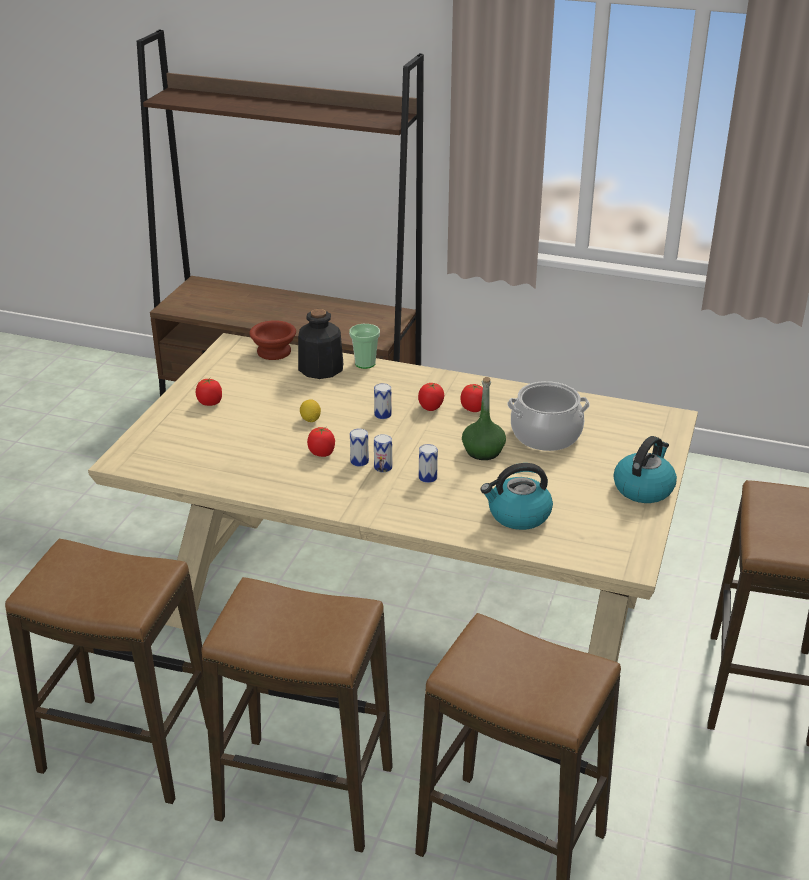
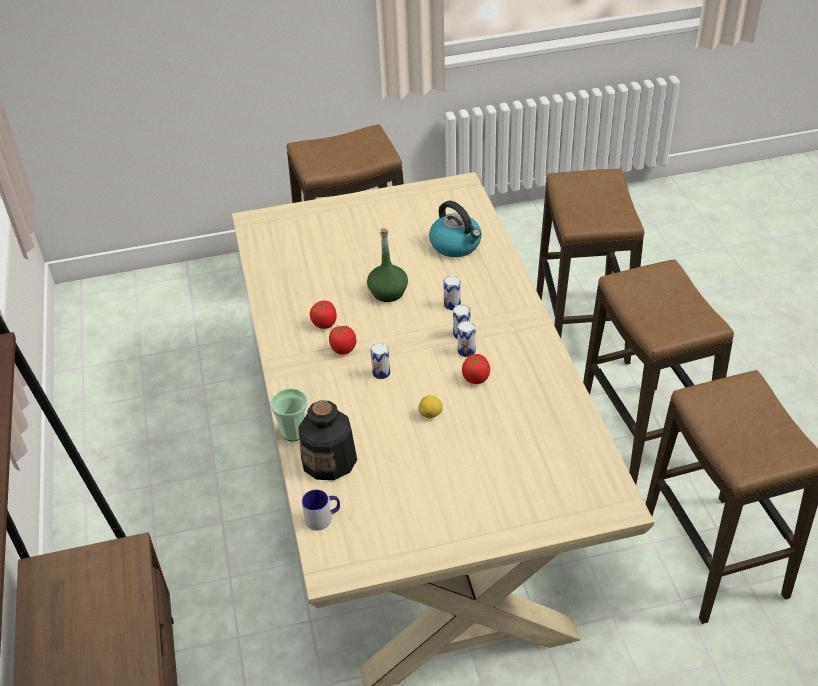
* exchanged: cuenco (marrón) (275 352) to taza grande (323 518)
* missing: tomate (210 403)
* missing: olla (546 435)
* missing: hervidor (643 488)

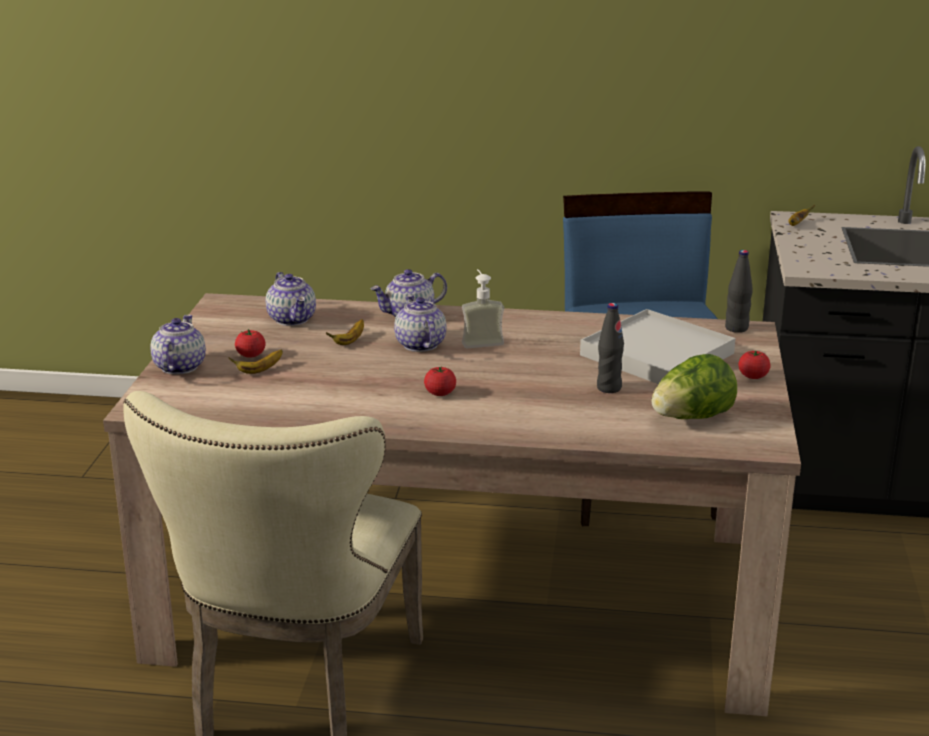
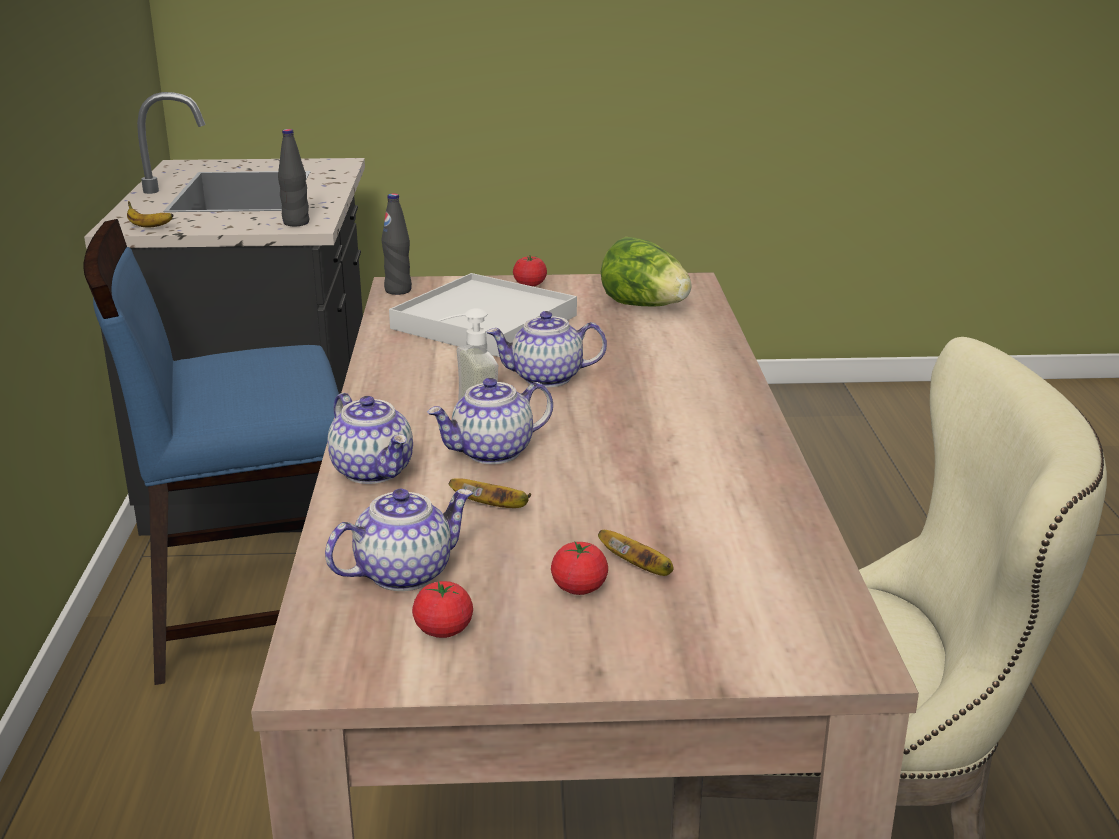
* relocated: botella (negro) (609 388) to (296 223)
* relocated: tetera (179 367) to (546 378)
* relocated: tomate (440 393) to (443 630)

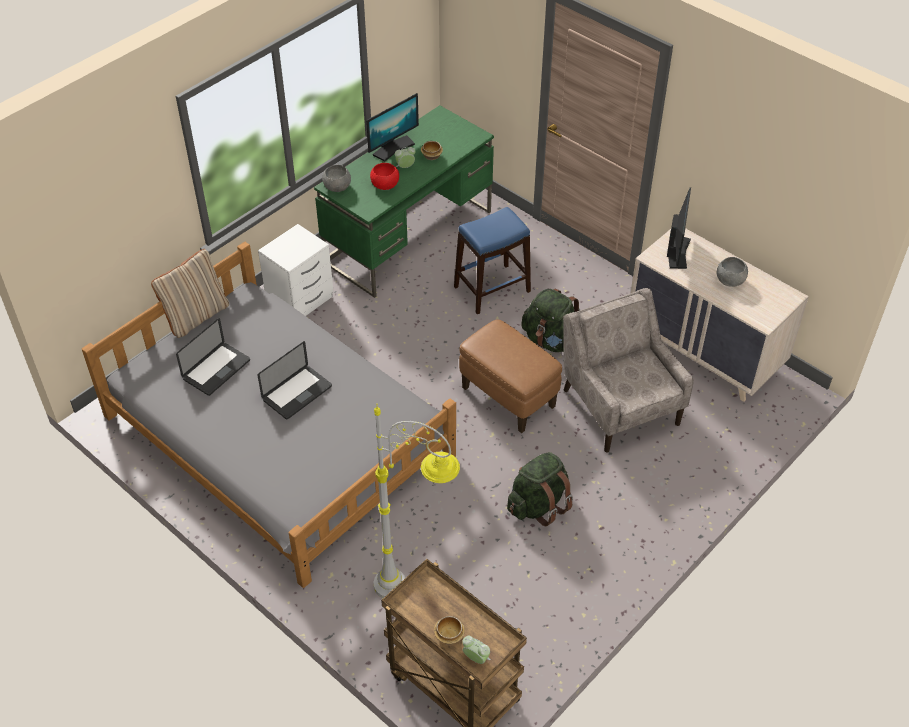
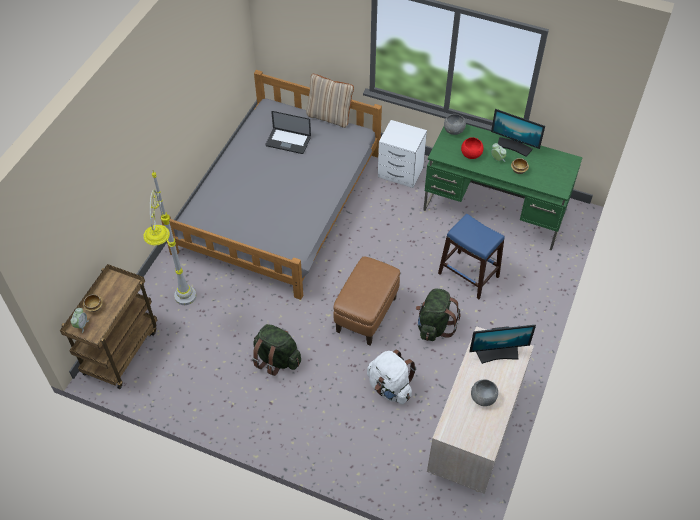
* exchanged: sillón (beis) (620 405) to mochila (blanco) (390 387)
* missing: portátil (297 393)

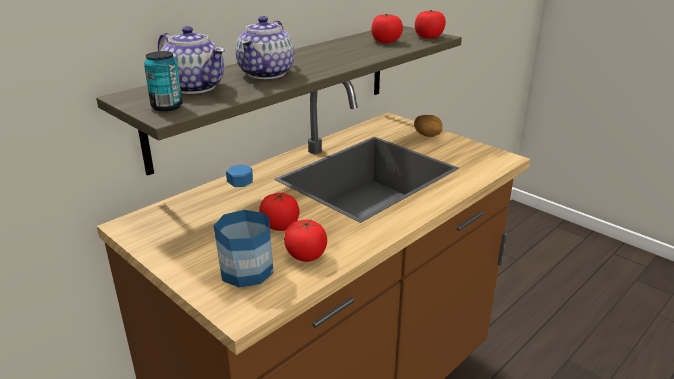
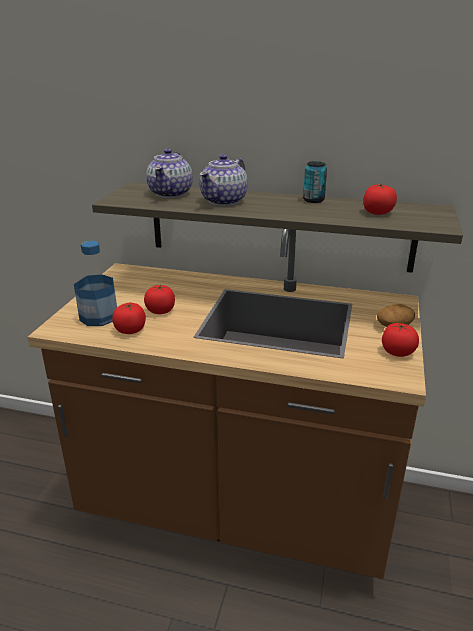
* relocated: tomate (429 37) to (397 352)
* spun: tetera (267 73) = (224 201) 45 degrees counterclockwise
* relocated: lata (167 106) to (313 200)

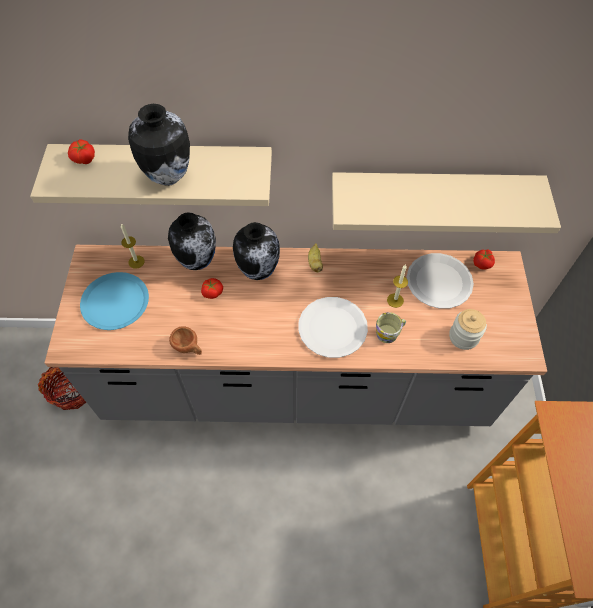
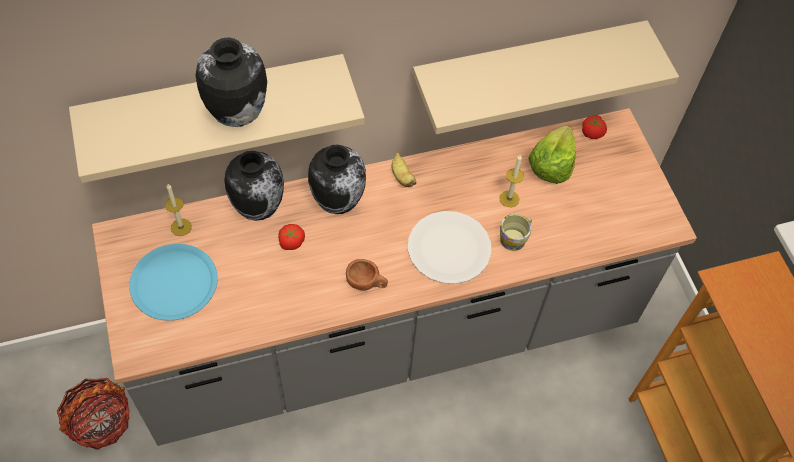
* missing: tomate (84 159)
* exchanged: plato (blanco) (438 282) to lechuga (551 165)
* missing: tarro (463 337)
* relocated: taza (marrón) (188 347) to (366 283)

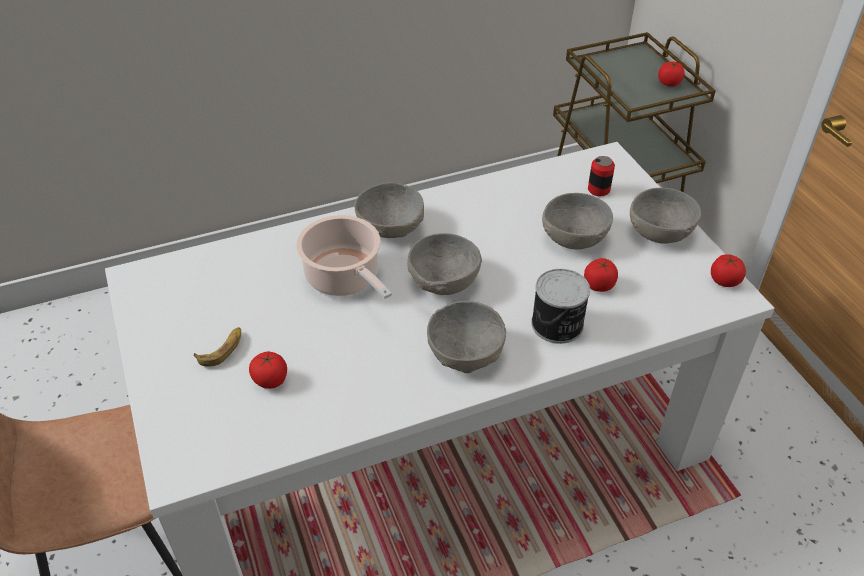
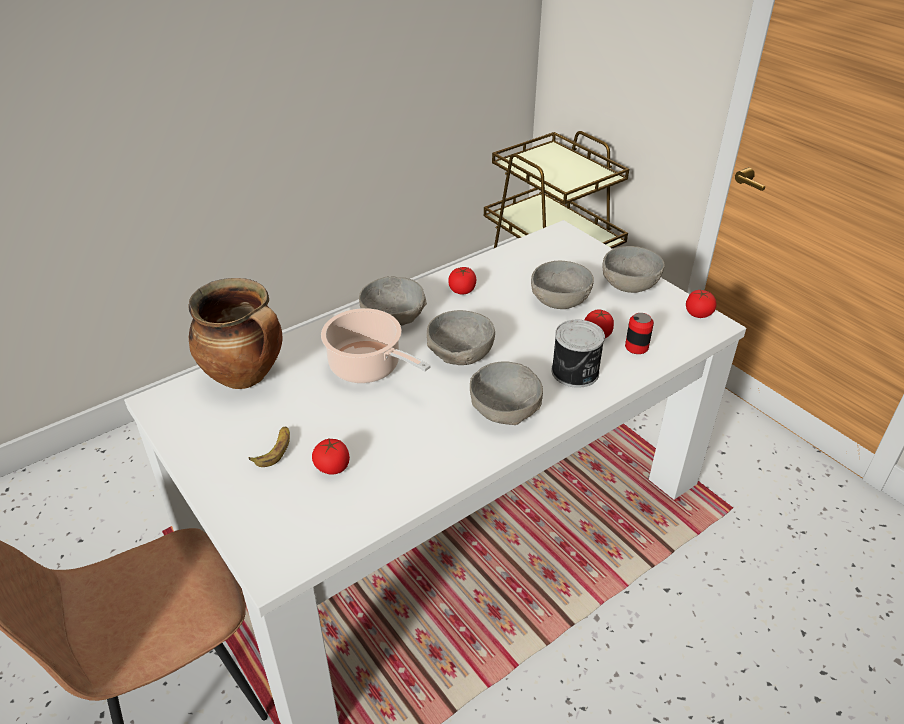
* relocated: tomate (669 83) to (462 290)
* relocated: lata (598 190) to (636 347)
* appeared: olla (246 376)

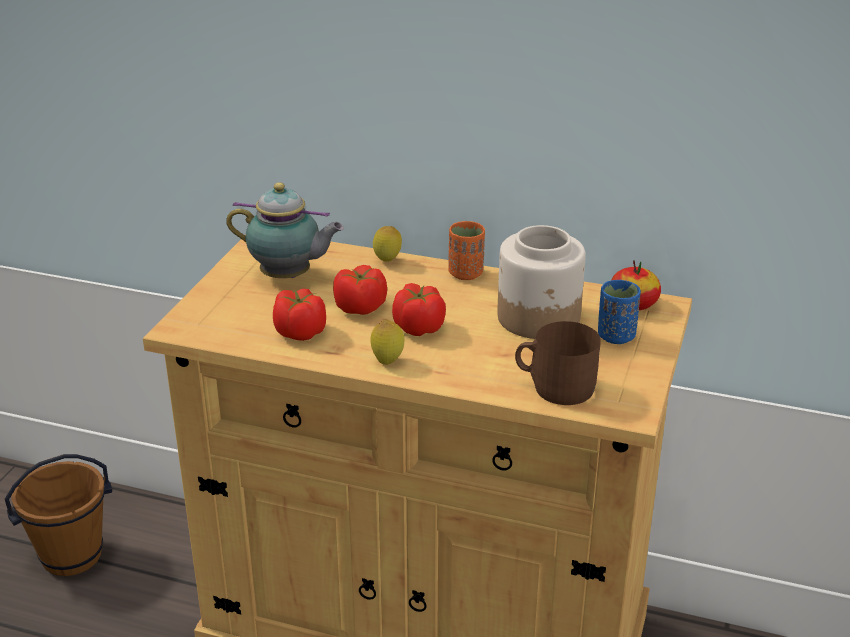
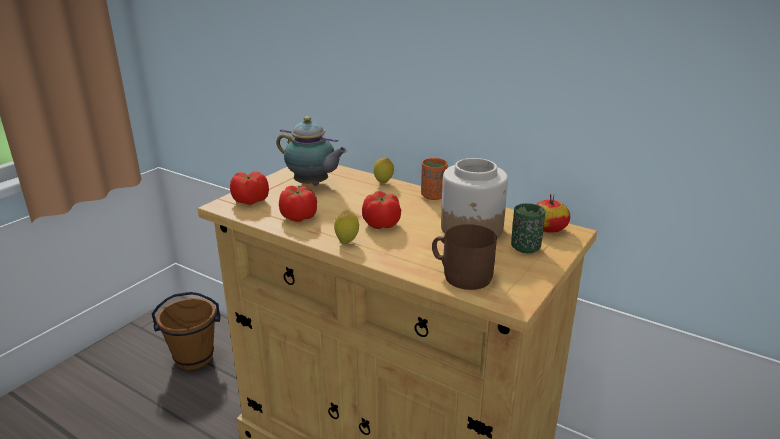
* relocated: tomate (361 308) to (251 201)
* colour: taza (azul) (616 336) to taza (verde) (525 248)

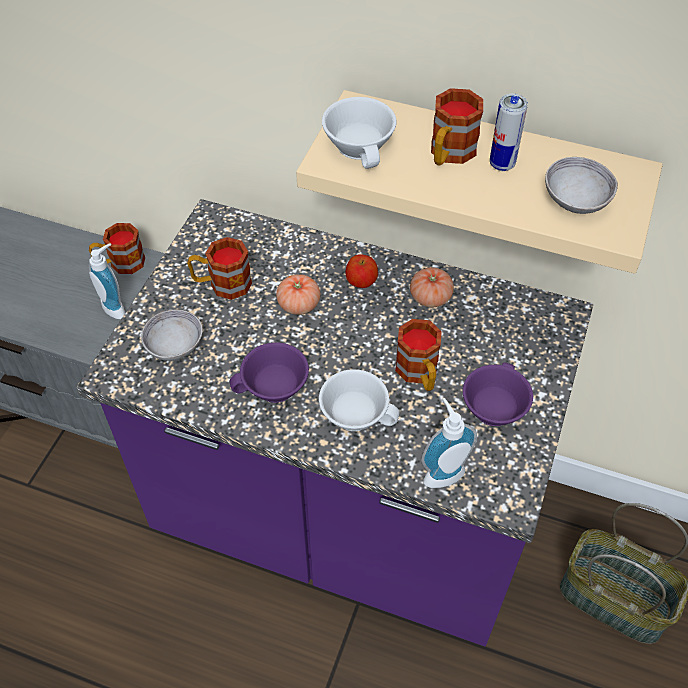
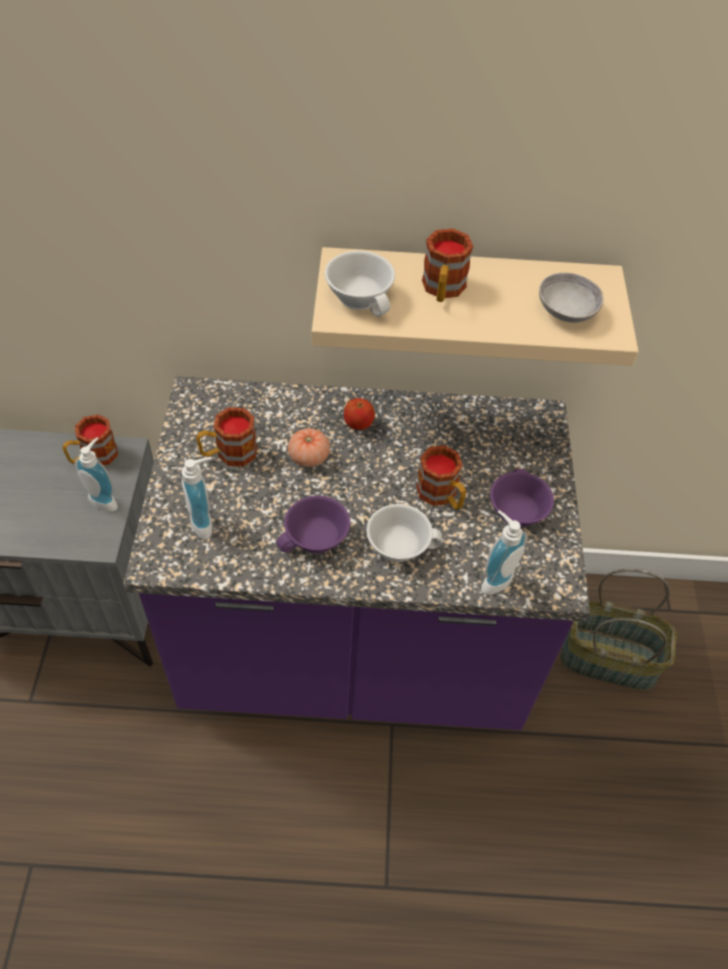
* missing: lata (502 164)
* missing: tomate (430 297)
* exchanged: cuenco (gris) (175 346) to dispensador de jabón (206 522)

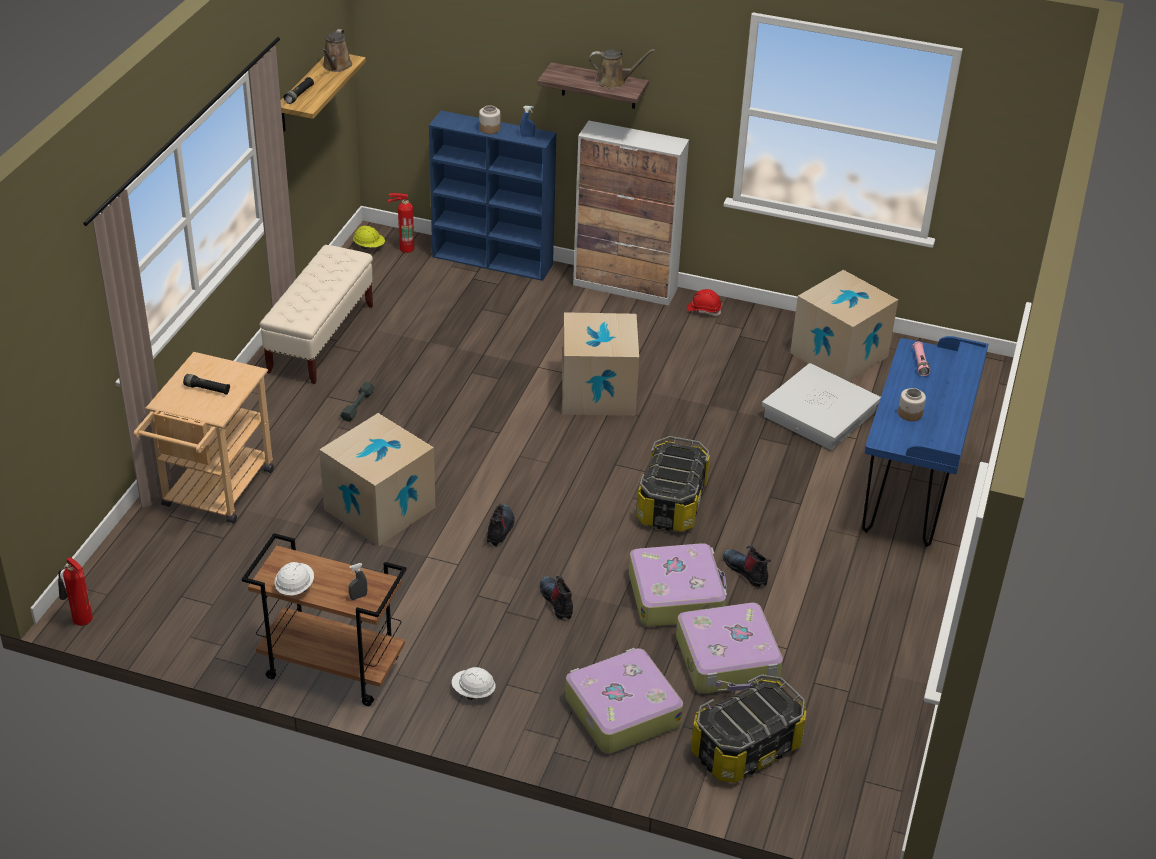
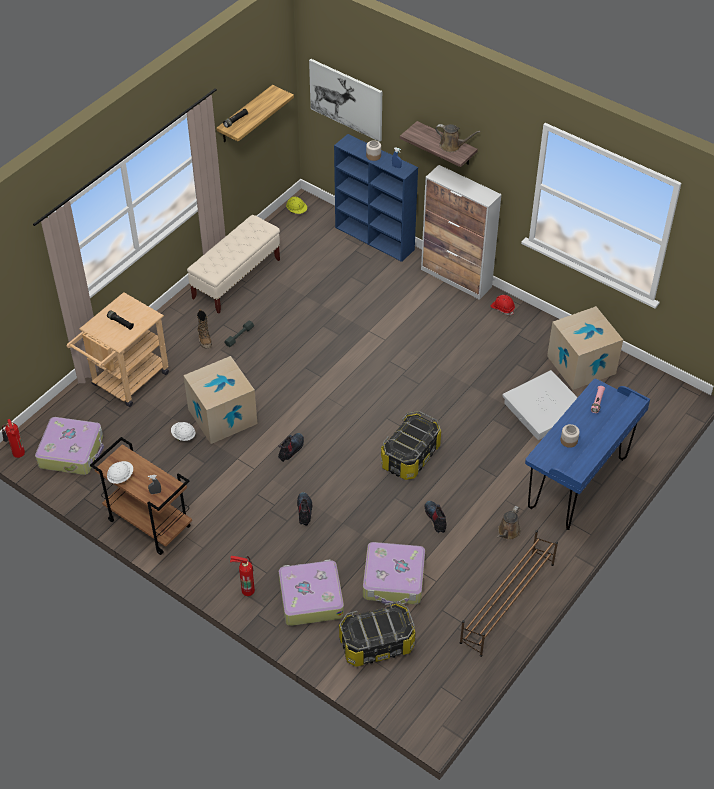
* relocated: regadera (marrón) (336 66) to (508 532)
* relocated: extintor (405 248) to (247 589)
* missing: caja de cartón (598 392)
* relocated: maleta (676 595) to (72 451)
* relocated: casco (blanco) (473 692) to (183 436)
* appeared: cuadro (346 99)
* appeared: bota (204 339)
* appeared: zapatero (marrón) (507 603)

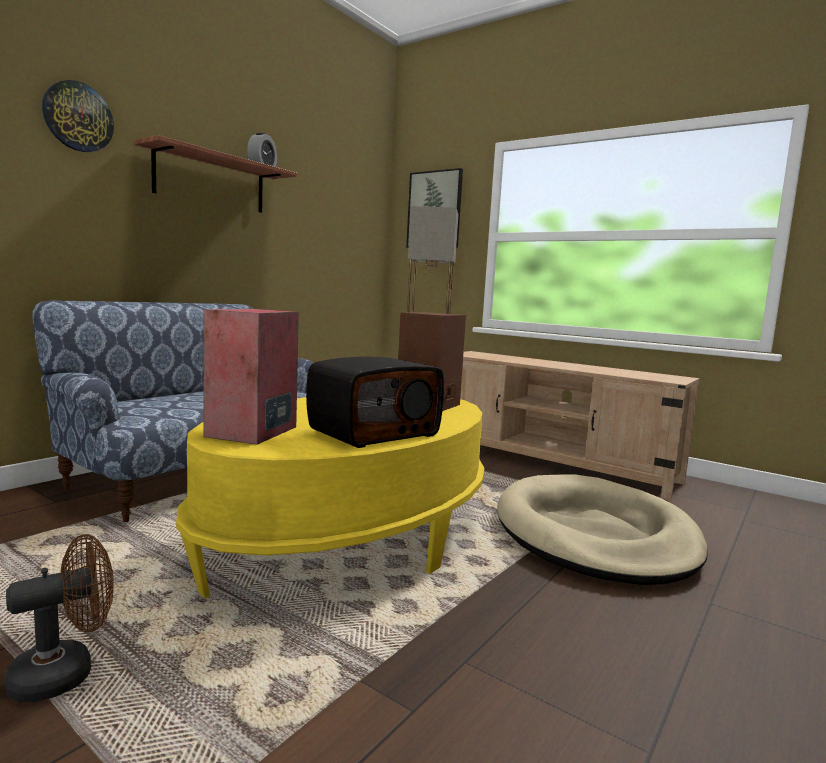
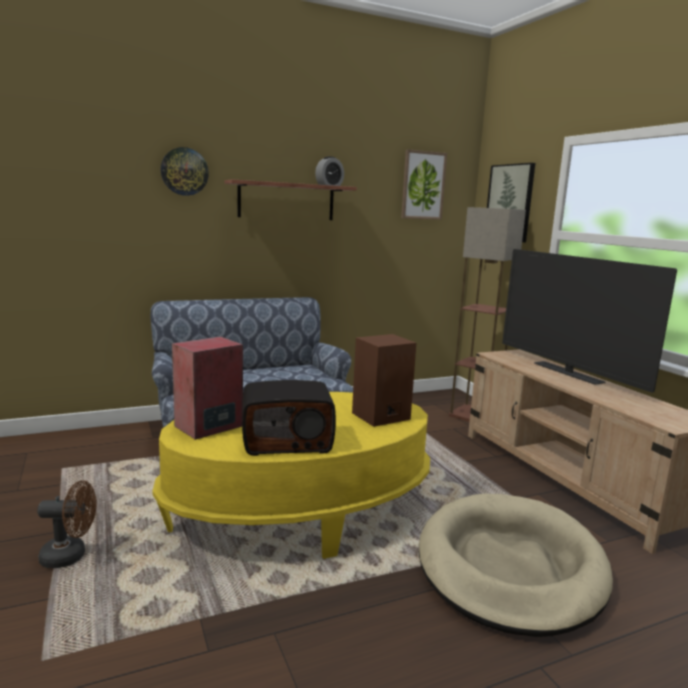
* appeared: cuadro (423 185)
* appeared: televisor (567 373)

